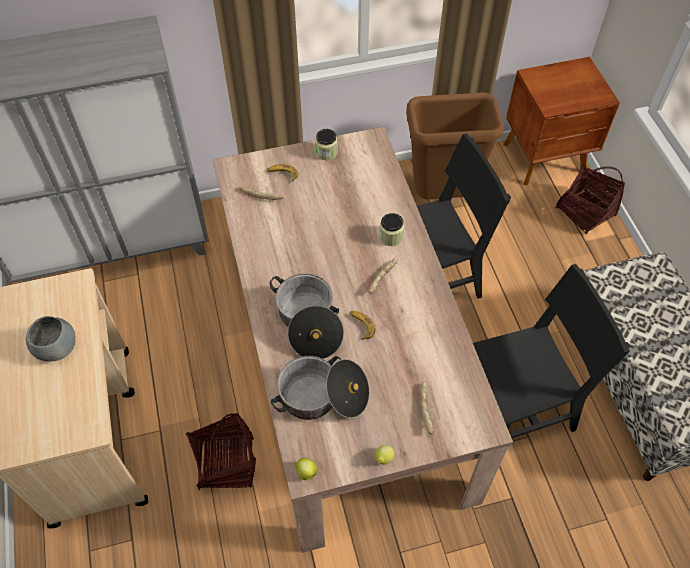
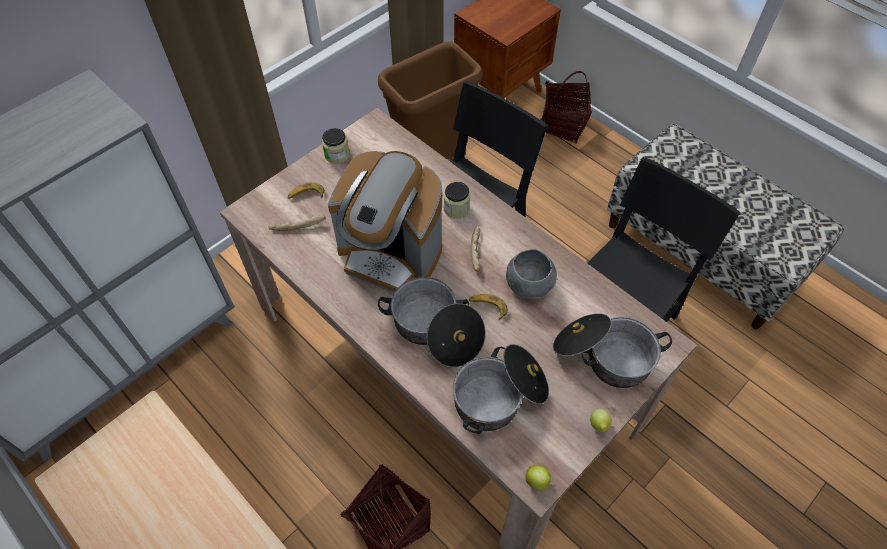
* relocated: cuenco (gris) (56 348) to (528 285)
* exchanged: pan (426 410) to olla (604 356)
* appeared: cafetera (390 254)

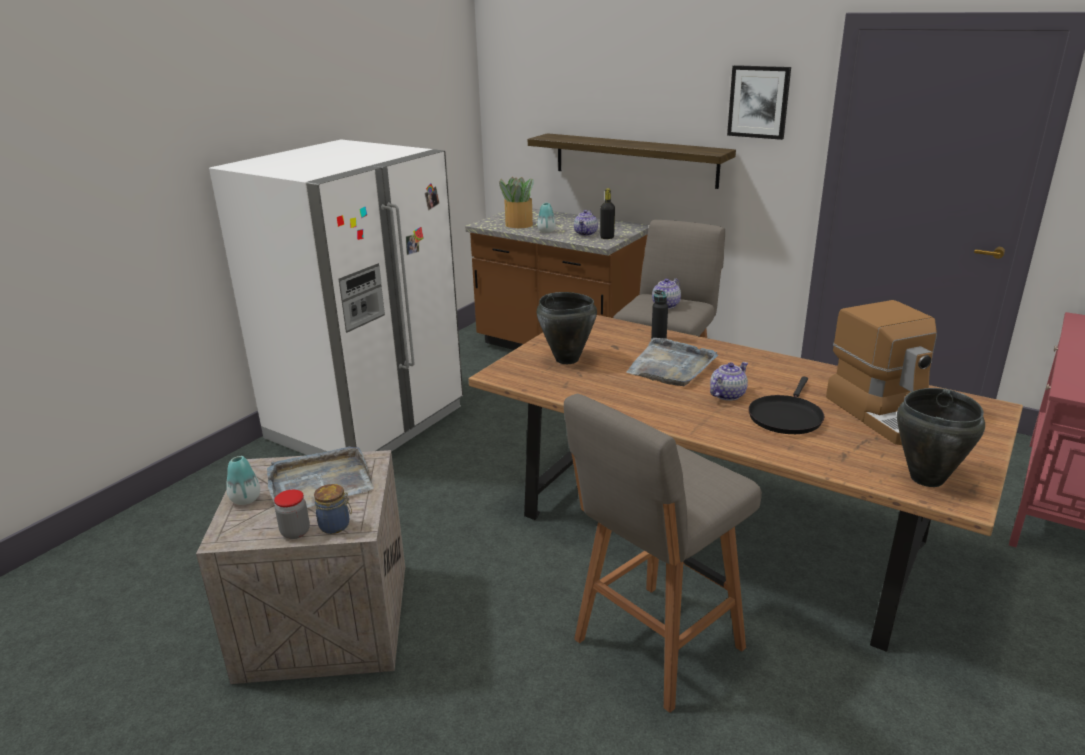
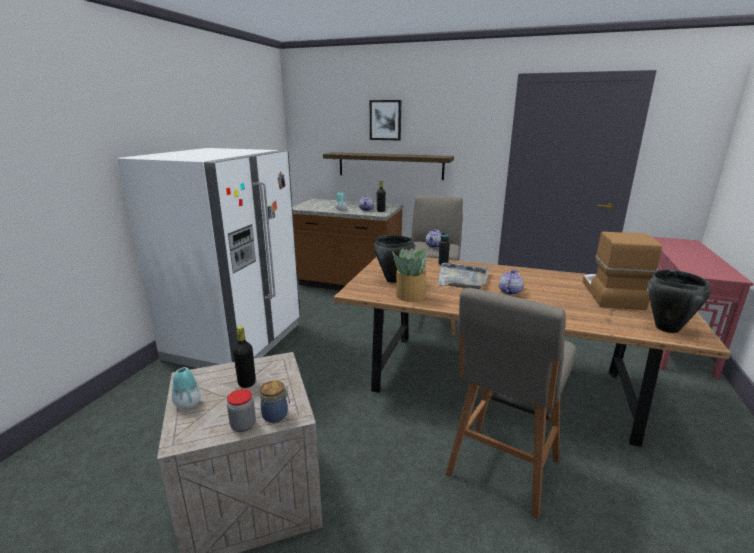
* relocated: cuadro (758 102) to (385 120)
* relocated: planta en maceta (518 224) to (409 296)
* spun: cafetera (888 414) = (610 294) 135 degrees counterclockwise
* missing: sartén (negro) (786 416)
* exchanged: bandeja (gris) (319 483) to botella (negro) (247 383)

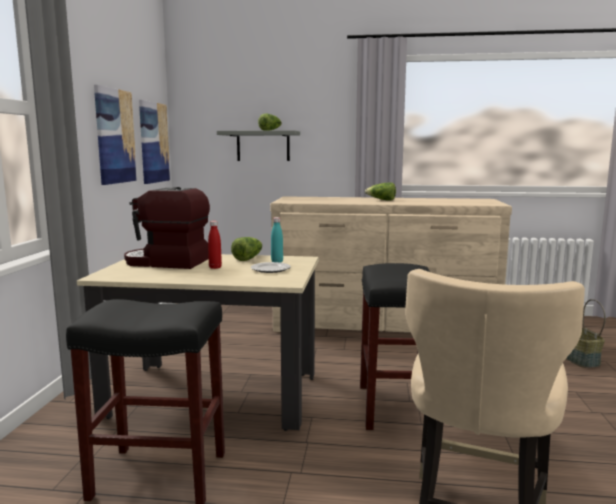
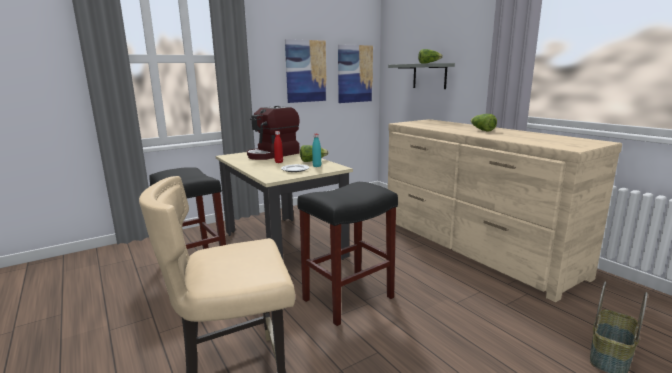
* spun: cafetera (167 262) = (273 154) 105 degrees counterclockwise

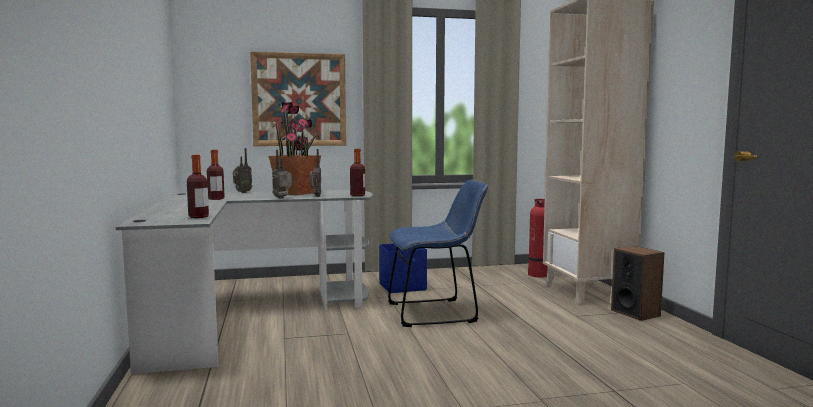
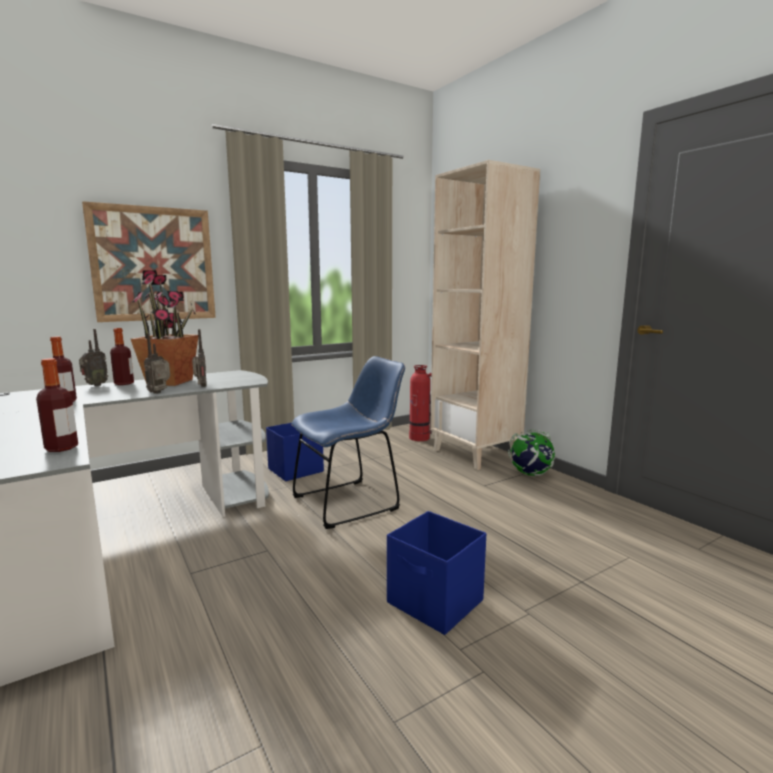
* relocated: botella (357 195) to (124 383)
* exchanged: altavoz (635 313) to globo terráqueo (530 474)
* appeared: caja de almacenaje (azul) (435 603)

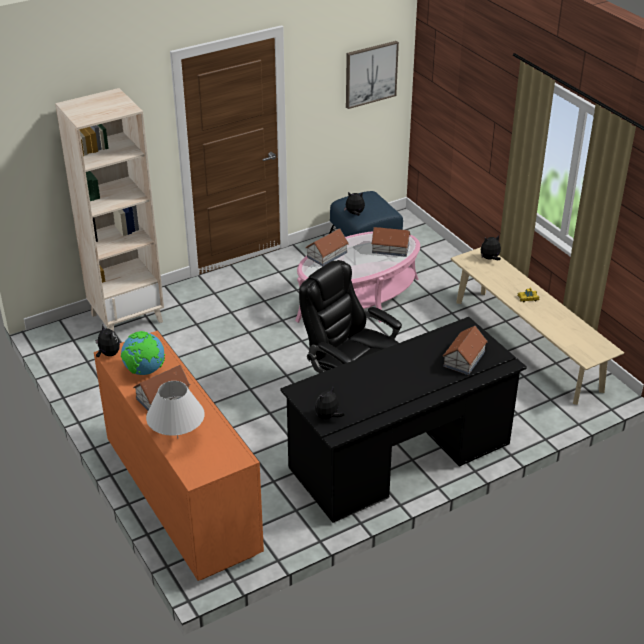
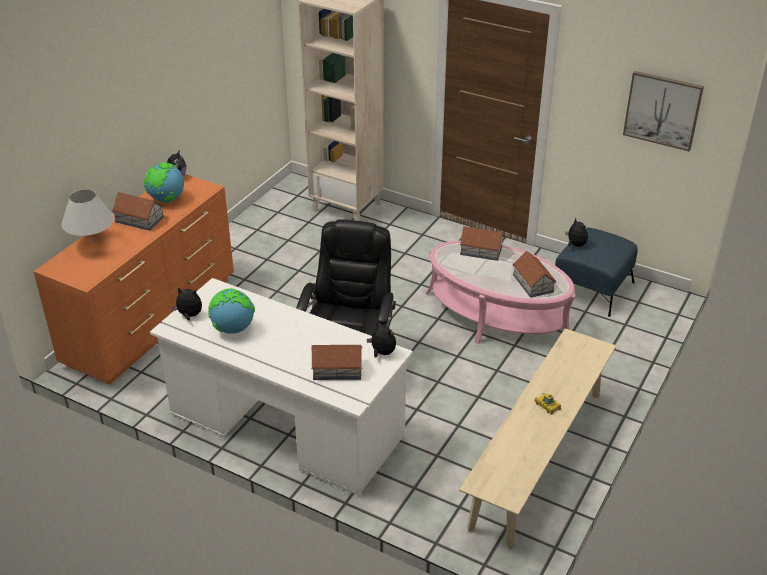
* relocated: peluche (490 259) to (382 353)
* colour: escritorio (negro) (400 457) to escritorio (blanco) (286 425)
* appeared: globo terráqueo (233 329)

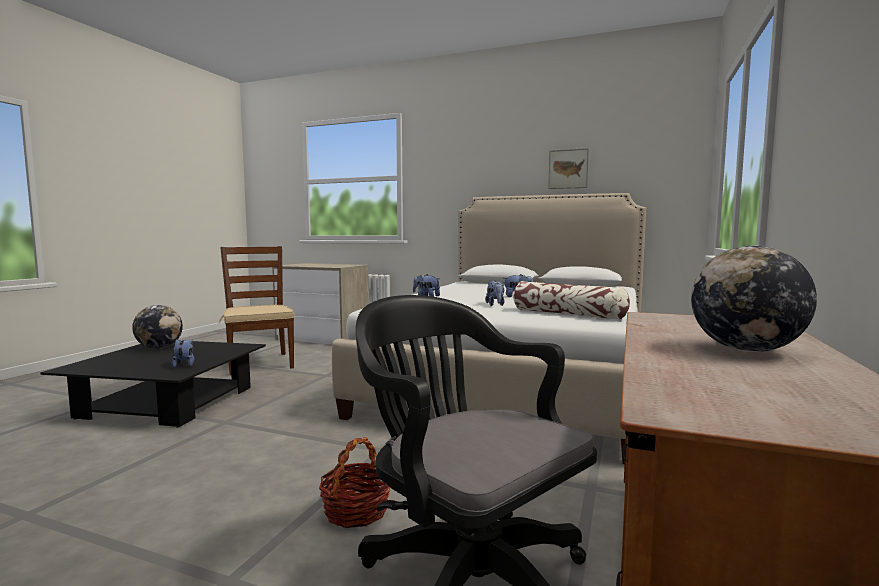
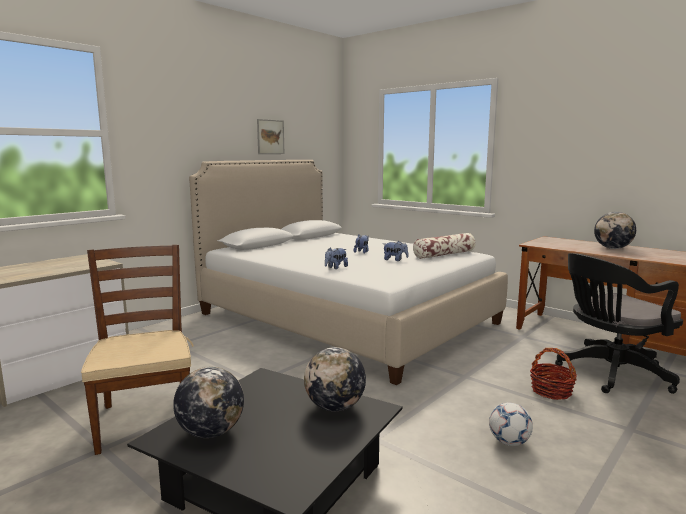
* spun: silla (marrón) (259 363) = (146 420) 75 degrees clockwise
* exchanged: peluche (184 365) to globo terráqueo (335 407)
* appeared: balón de fútbol (509 442)

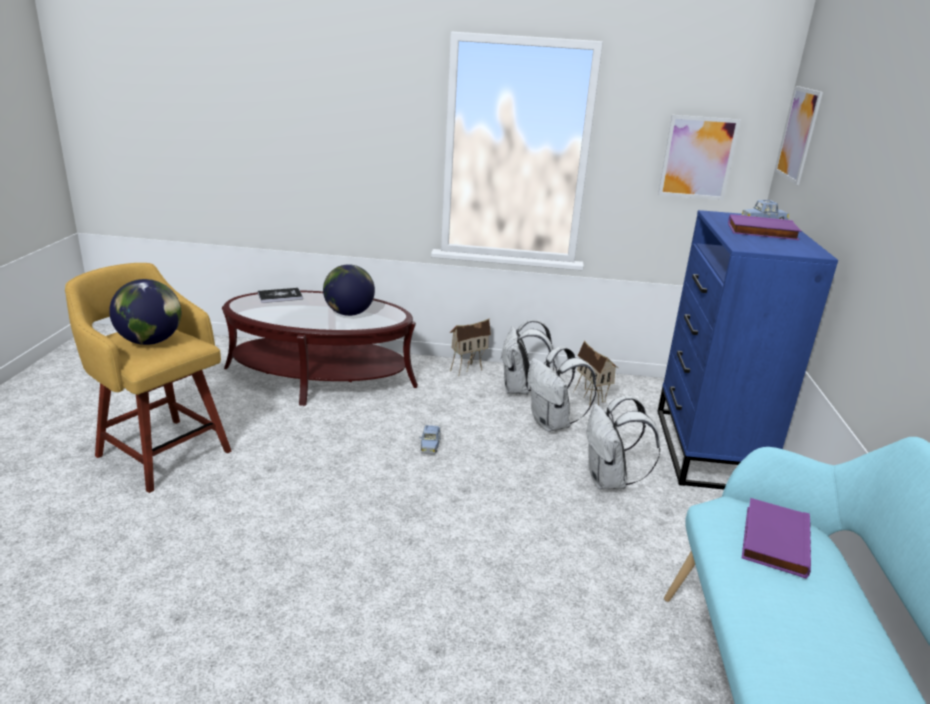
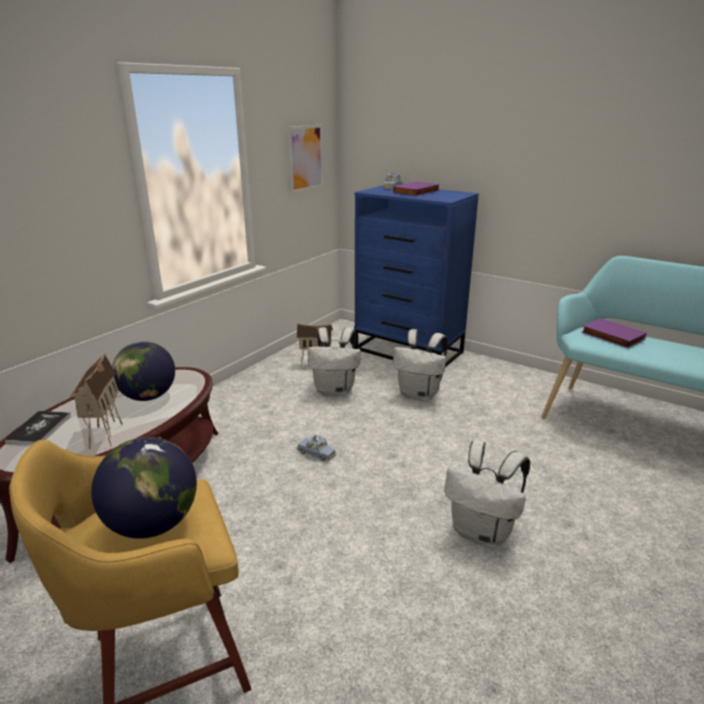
* missing: cuadro (798 134)
* relocated: casita (467 368) to (103 433)
* relocated: mochila (blanco) (519 390) to (482 533)

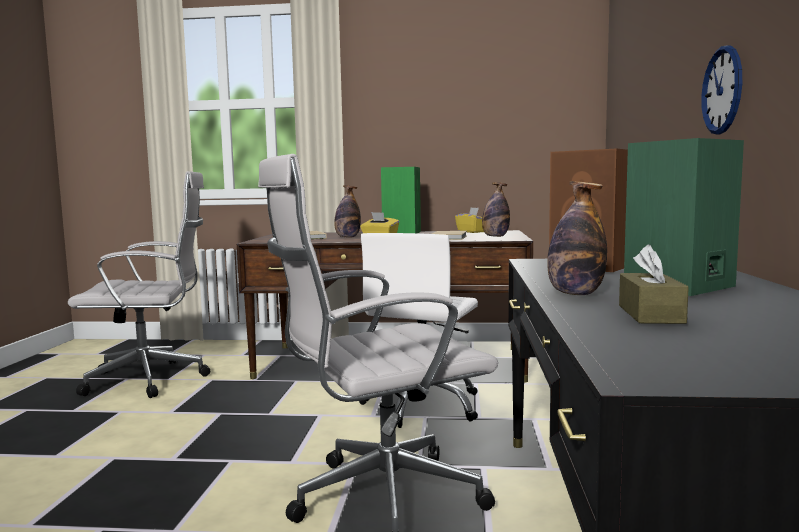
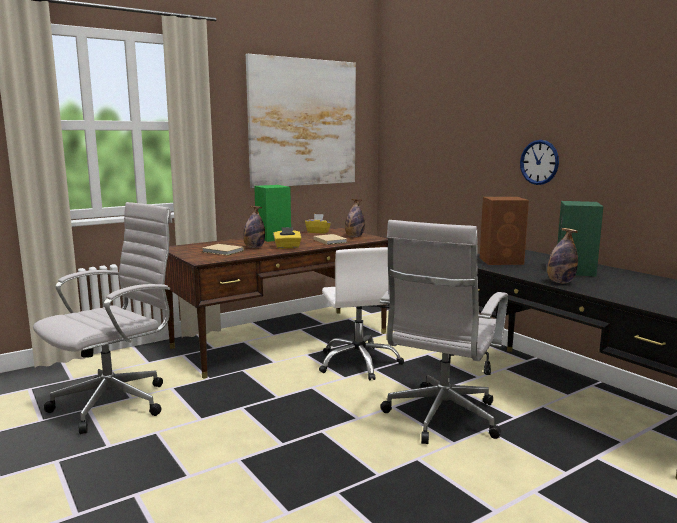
* missing: caja de pañuelos (marrón) (650 314)
* appeared: cuadro (303 123)

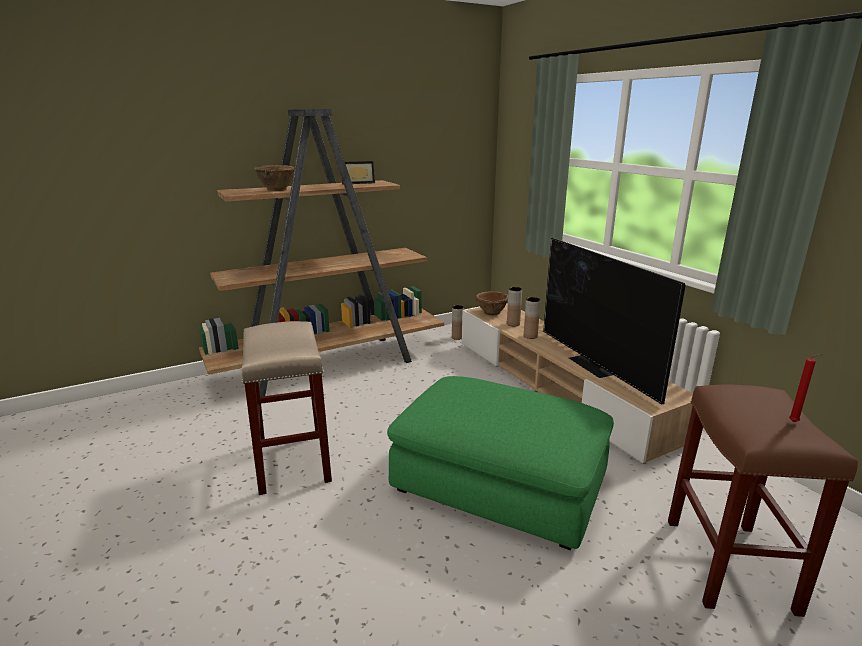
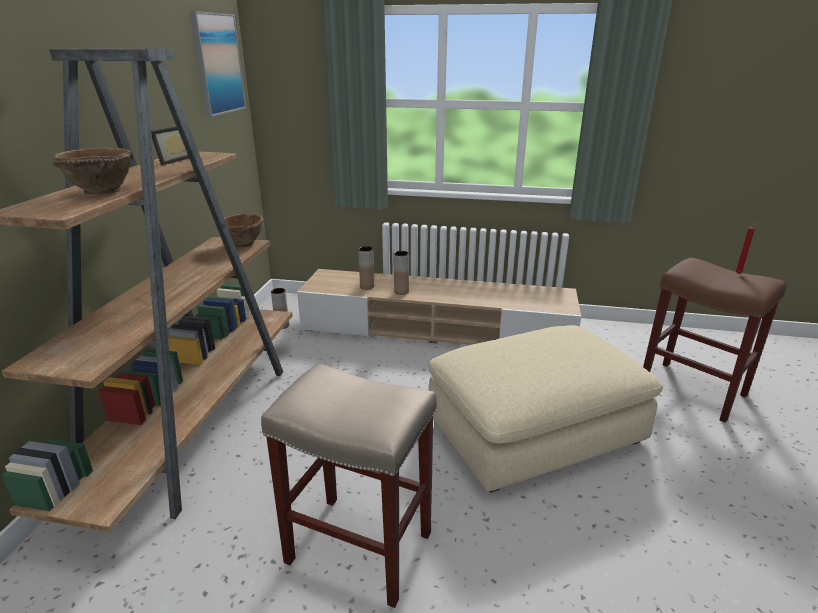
* missing: televisor (595 365)
* relocated: cuenco (marrón) (491 313) to (242 244)
* colour: puf (verde) (499 483) to puf (beis) (534 429)
* appeared: cuadro (217 64)

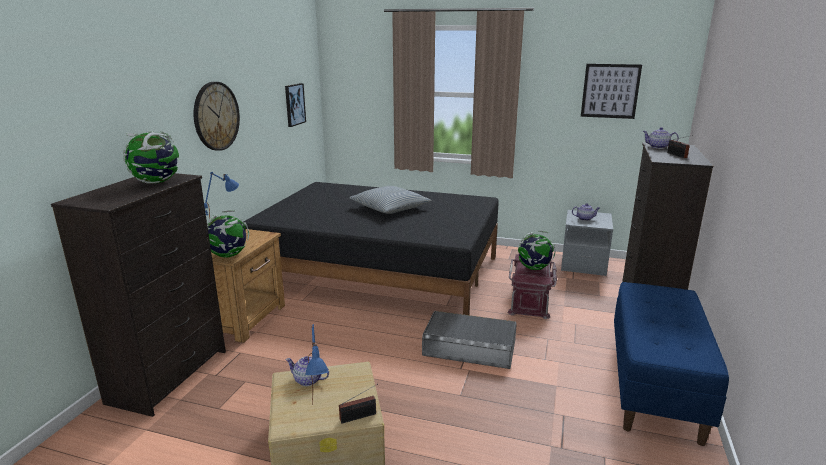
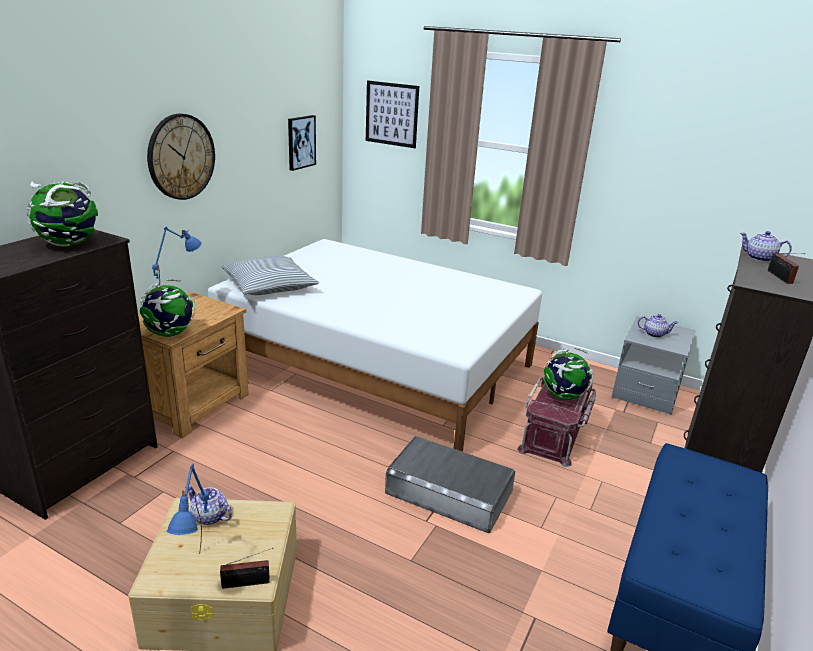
* relocated: cuadro (610 91) to (391 114)
* colour: cama (negro) (379 272) to cama (blanco) (377 365)
* relocated: cojín (390 208) to (269 285)

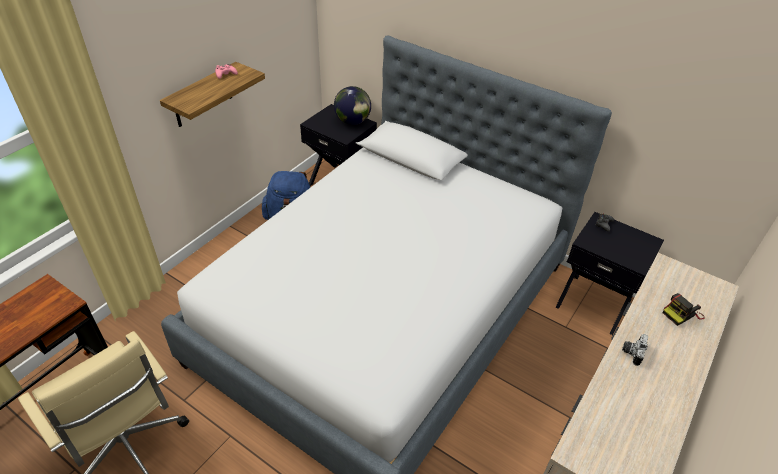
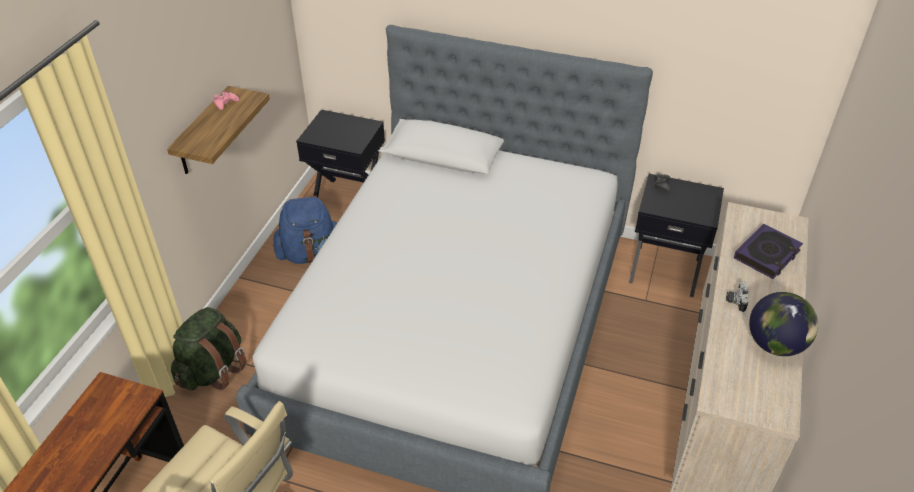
* relocated: globo terráqueo (353 121) to (775 344)
* exchanged: cámara (682 313) to libro (767 255)
* appeared: mochila (verde) (212 370)

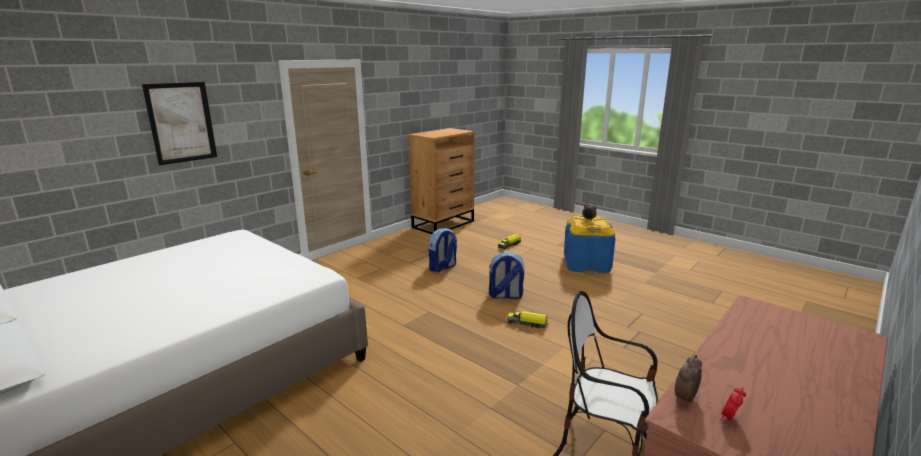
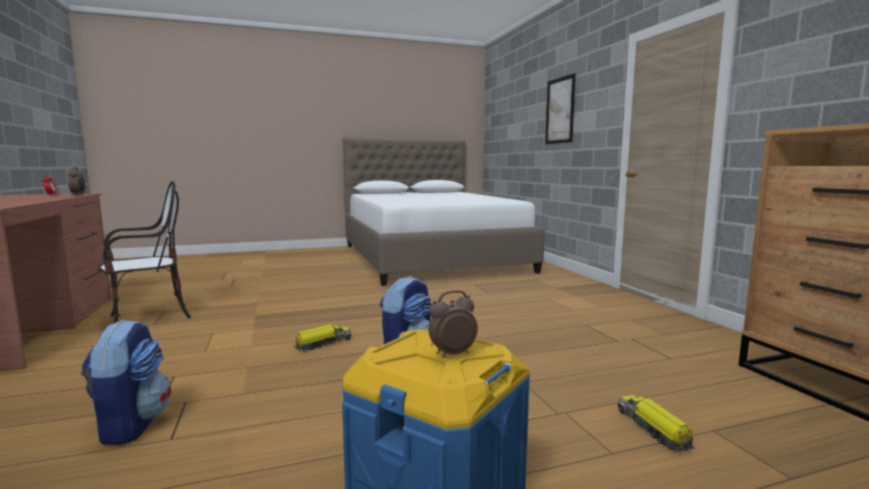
* relocated: mochila (442 267) to (131 424)

